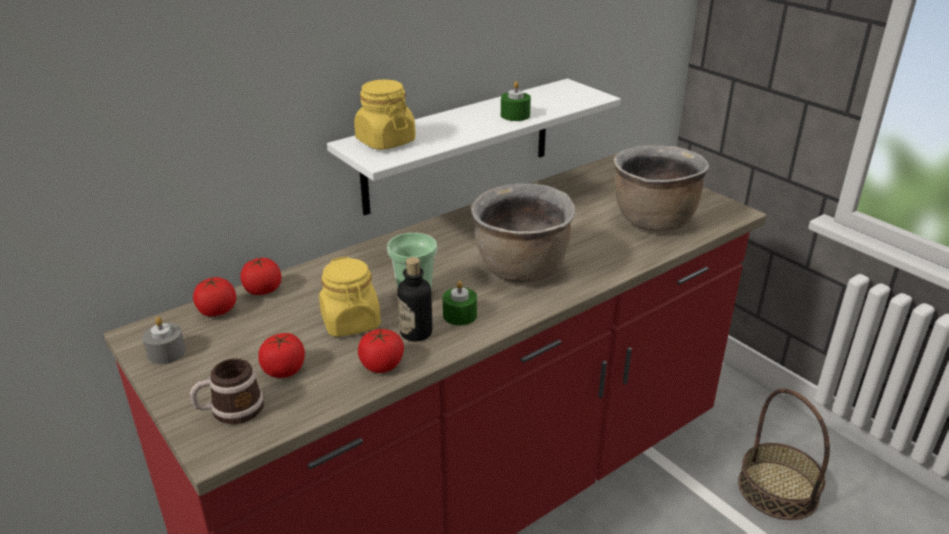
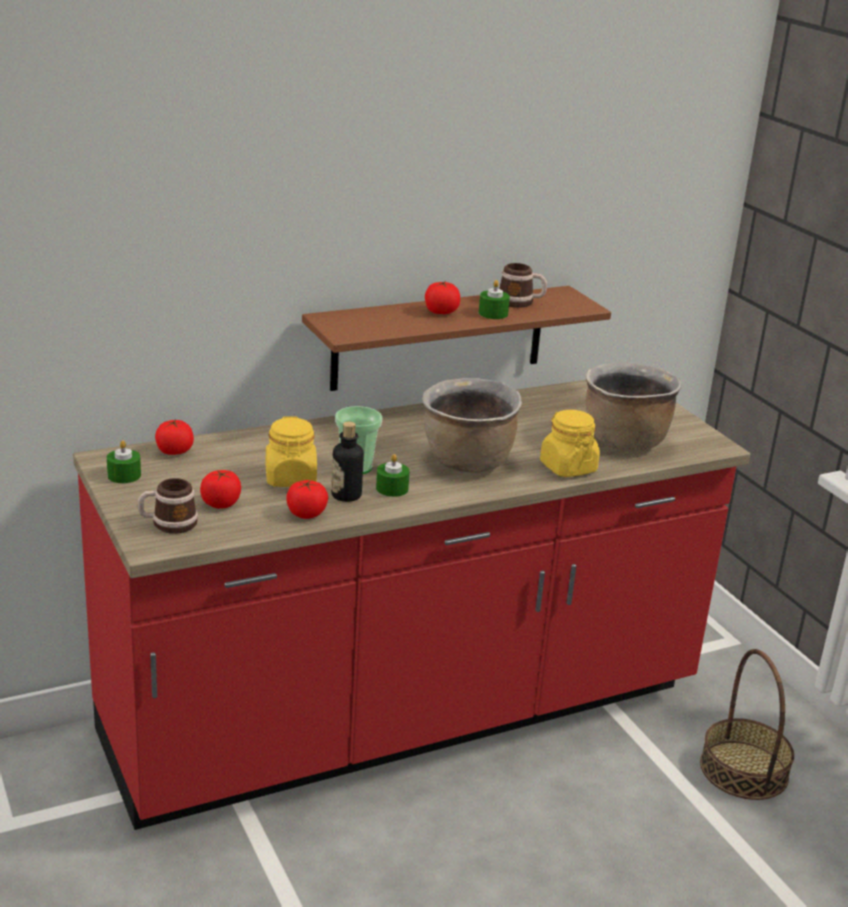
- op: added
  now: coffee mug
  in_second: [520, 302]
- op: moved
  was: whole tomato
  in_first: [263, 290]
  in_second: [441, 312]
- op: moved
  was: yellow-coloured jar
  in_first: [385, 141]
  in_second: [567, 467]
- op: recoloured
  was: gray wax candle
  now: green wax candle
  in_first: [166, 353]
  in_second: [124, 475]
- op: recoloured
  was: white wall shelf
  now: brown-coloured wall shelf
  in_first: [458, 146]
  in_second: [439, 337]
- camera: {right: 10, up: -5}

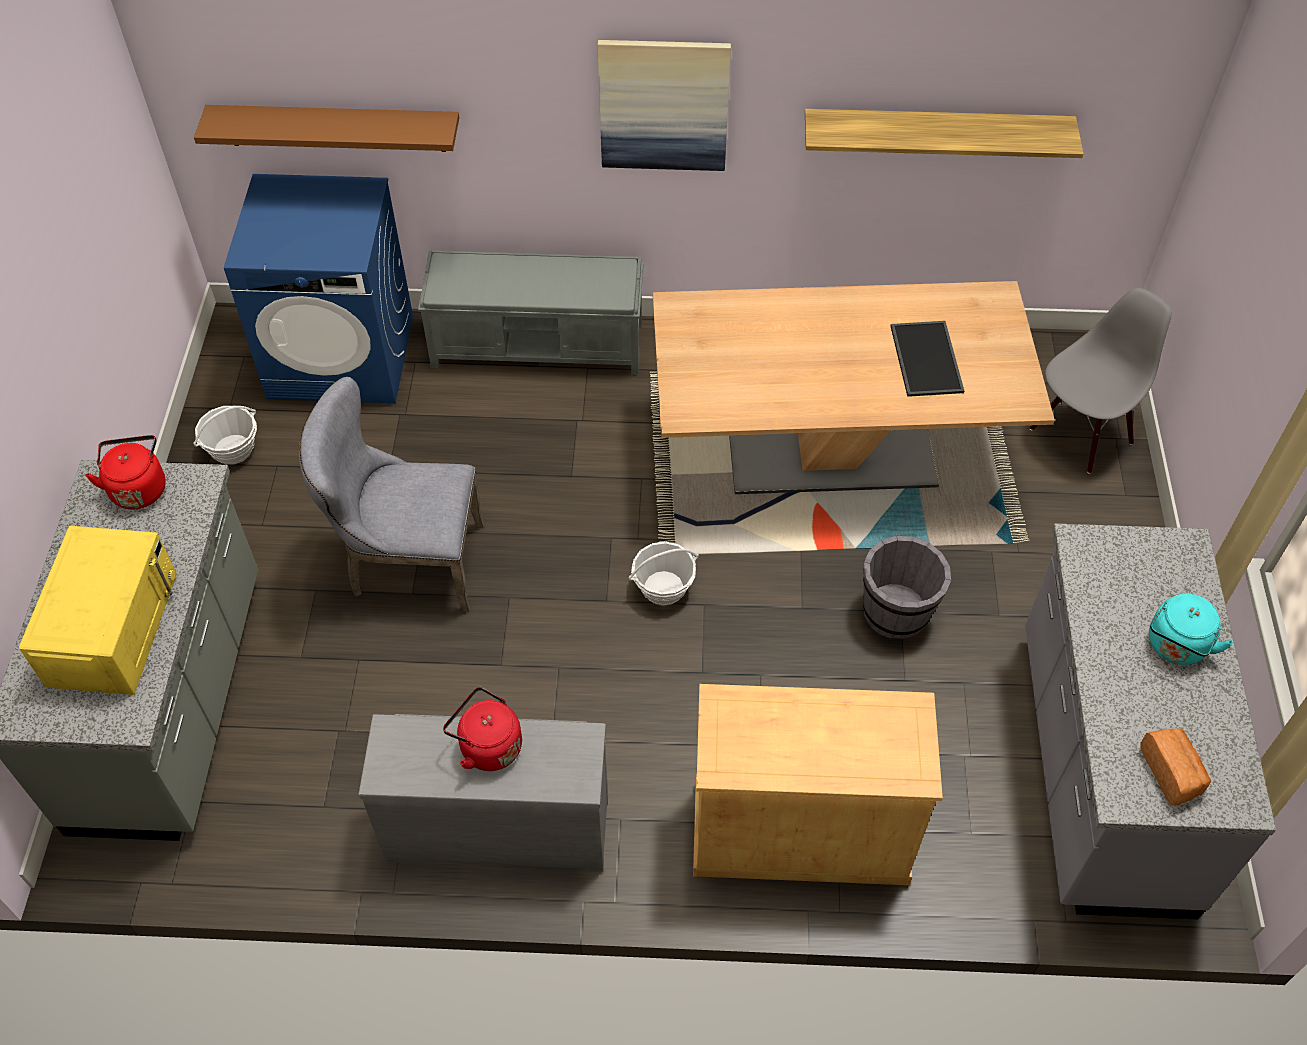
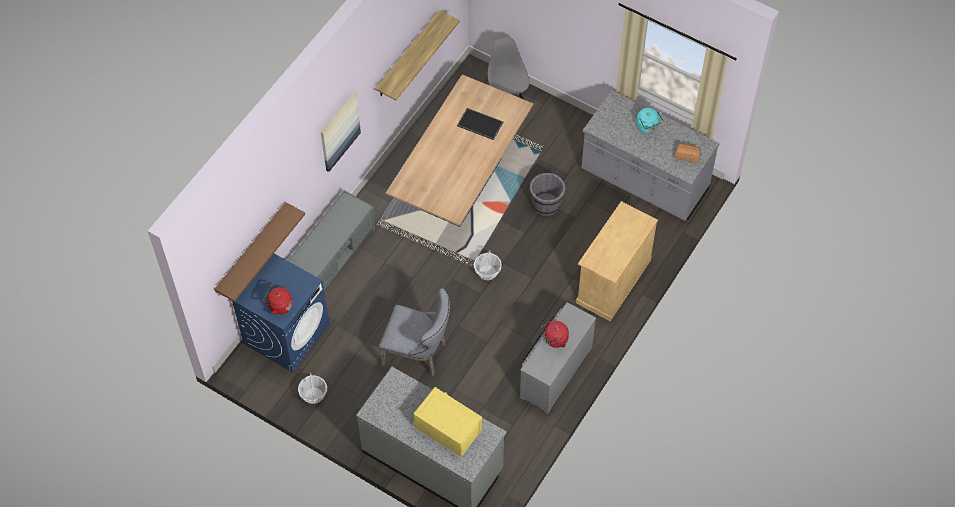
- op: moved
  was: red-coloured tea kettle
  in_first: [138, 488]
  in_second: [279, 305]
- op: turned
  was: gray plain chair
  in_first: [408, 563]
  in_second: [418, 353]
  clockwise: -105
- camera: {right: -60, up: 5}

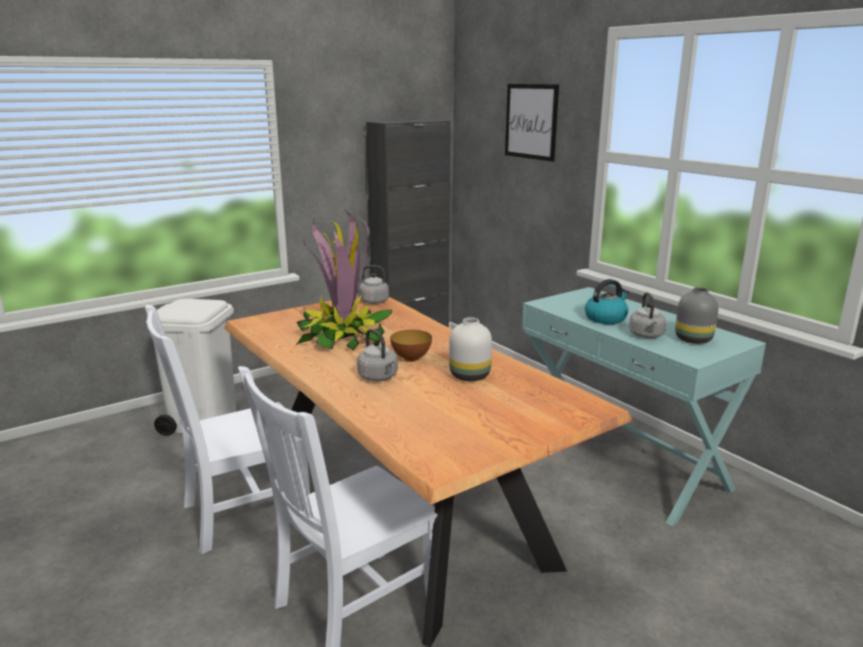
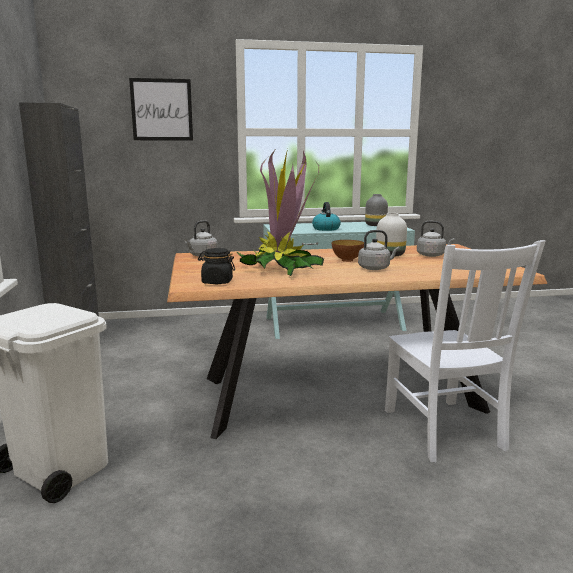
- op: removed
  was: white plain chair
  in_first: [241, 513]
- op: added
  now: black-coloured jar
  in_second: [217, 282]
- op: moved
  was: gray tea kettle
  in_first: [646, 336]
  in_second: [432, 255]
- camera: {right: -65, up: -5}

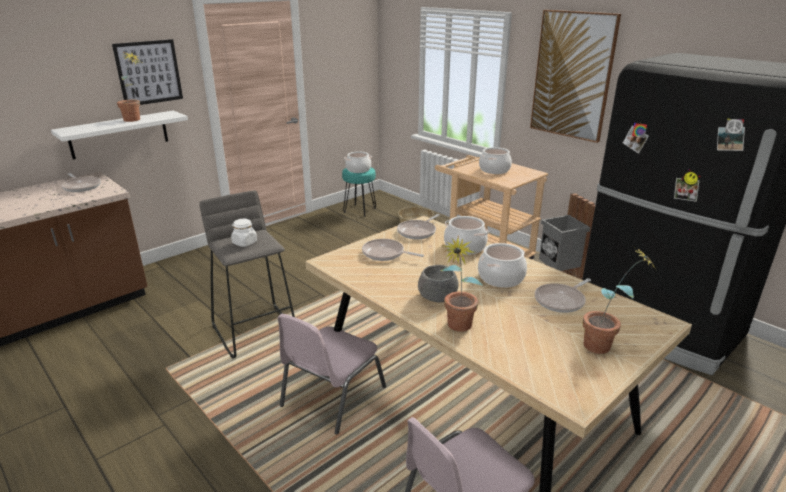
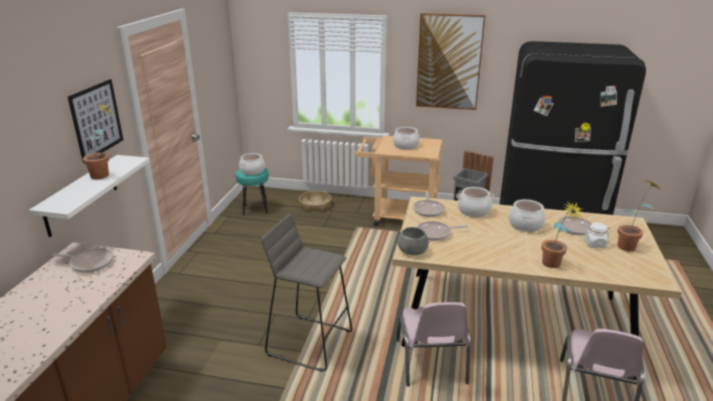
- op: moved
  was: white jar
  in_first: [244, 242]
  in_second: [594, 244]
- op: moved
  was: gray deep dish
  in_first: [437, 296]
  in_second: [412, 250]
- camera: {right: -35, up: 0}

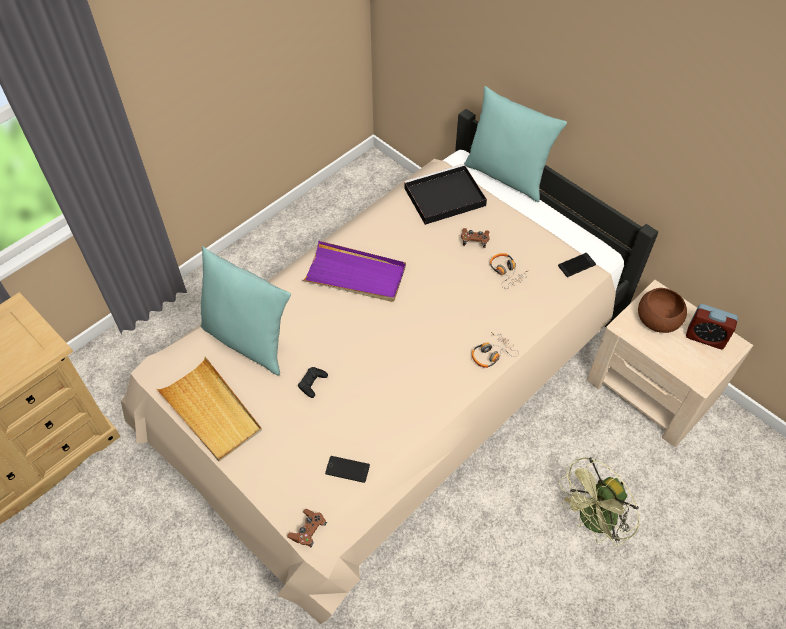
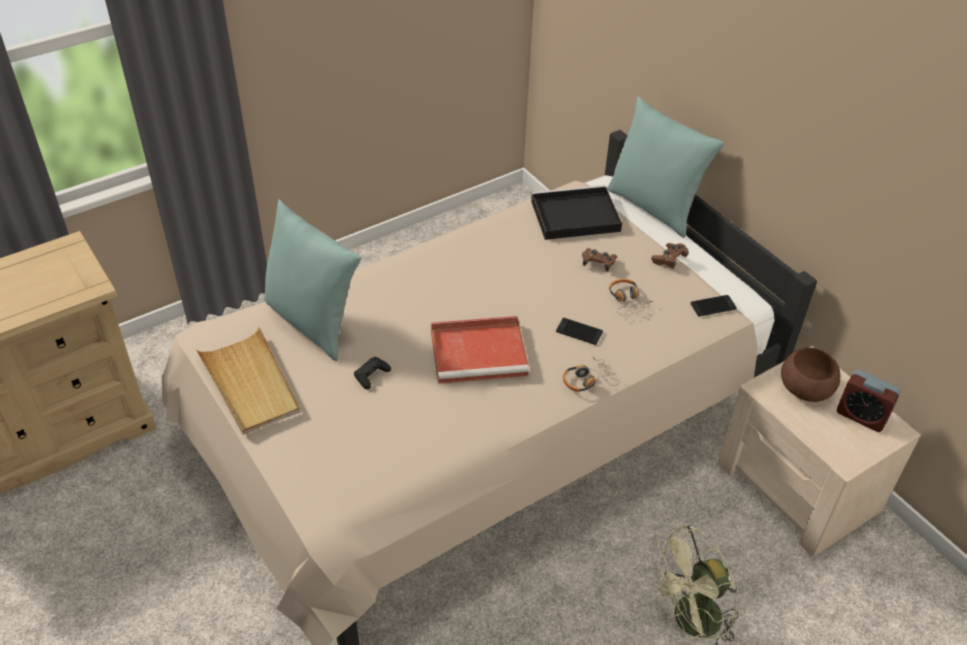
- op: removed
  was: purple tray
  in_first: [355, 275]
- op: added
  now: red-coloured tray
  in_second: [480, 352]
- op: moved
  was: brown-coloured game controller
  in_first: [308, 531]
  in_second: [669, 260]
- op: moved
  was: handset
  in_first: [347, 469]
  in_second: [579, 332]
- camera: {right: 10, up: -10}

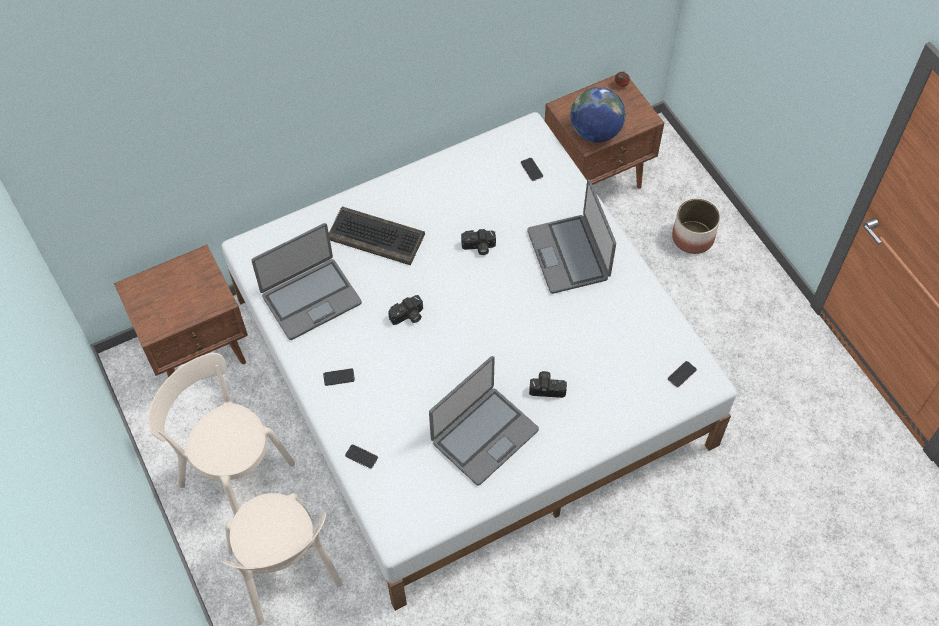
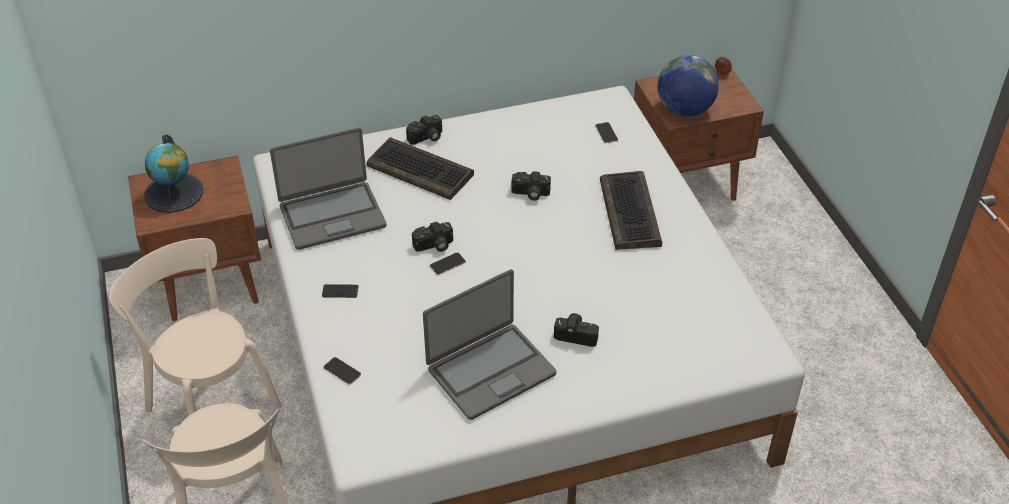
- op: removed
  was: plant pot
  in_first: [692, 237]
- op: added
  now: world globe
  in_second: [174, 193]
- op: added
  now: photo camera
  in_second: [426, 138]
- op: moved
  was: handset
  in_first: [681, 374]
  in_second: [447, 264]
- op: replaced
  was: laptop
  now: keyboard
  in_first: [569, 254]
  in_second: [631, 213]
- camera: {right: 10, up: -15}

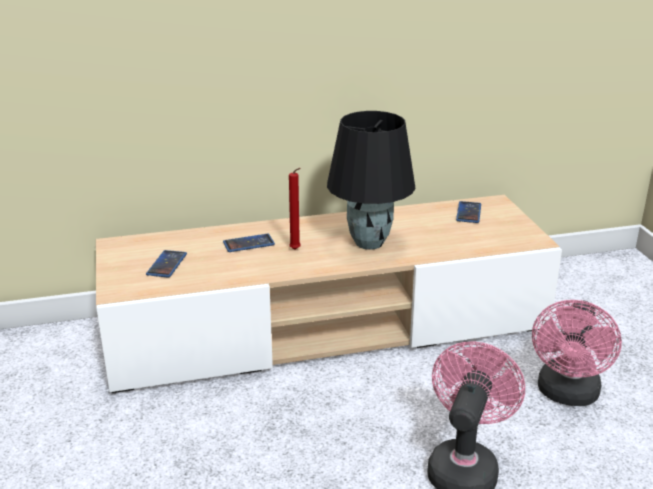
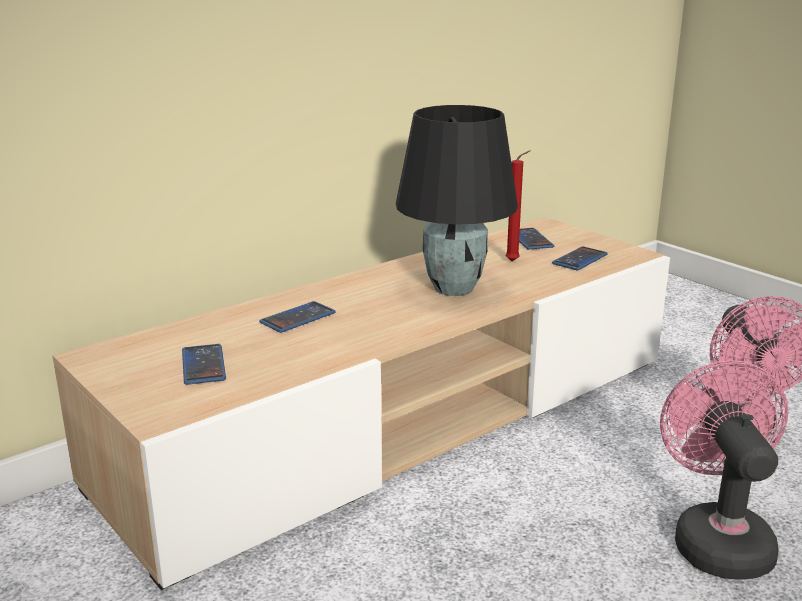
- op: added
  now: handset
  in_second: [579, 259]
- op: moved
  was: red-coloured wax candle
  in_first: [296, 250]
  in_second: [514, 262]
- camera: {right: -25, up: -5}

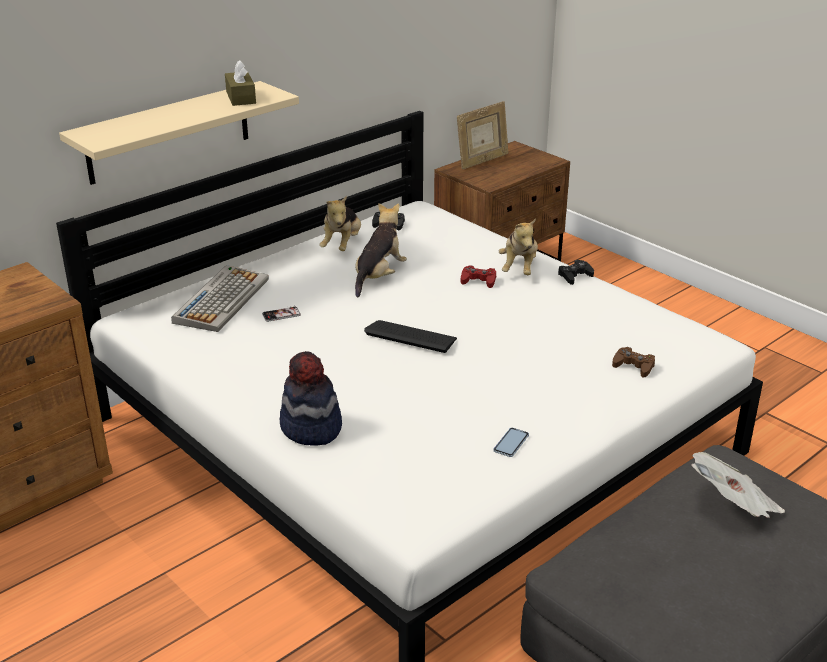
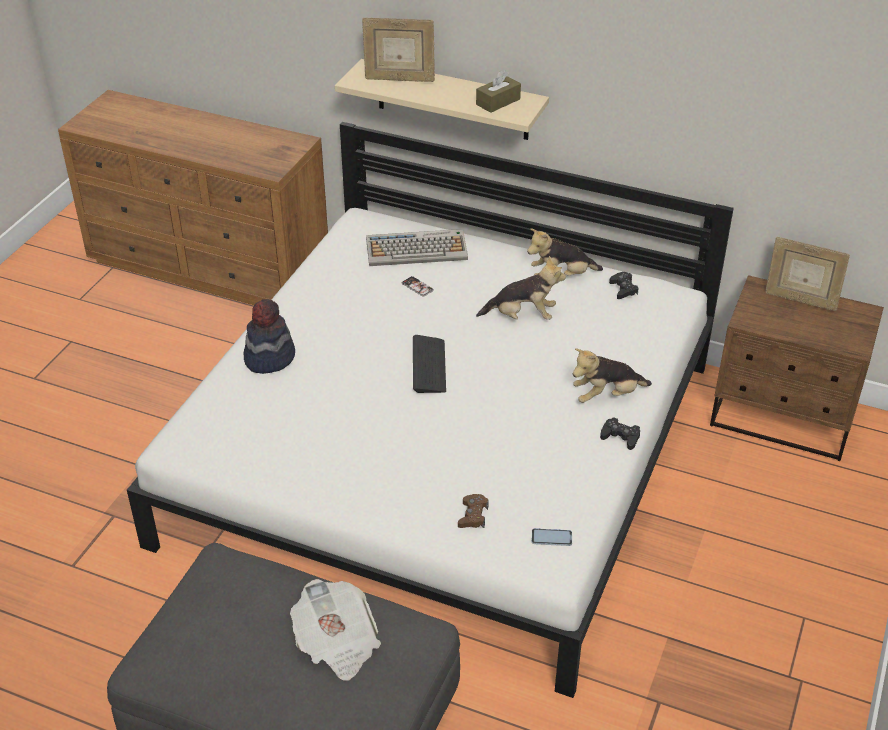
- op: removed
  was: red-coloured game controller
  in_first: [478, 281]
- op: added
  now: picture frame
  in_second: [399, 79]
- op: moved
  was: handset
  in_first: [511, 443]
  in_second: [551, 538]
- camera: {right: 65, up: 10}

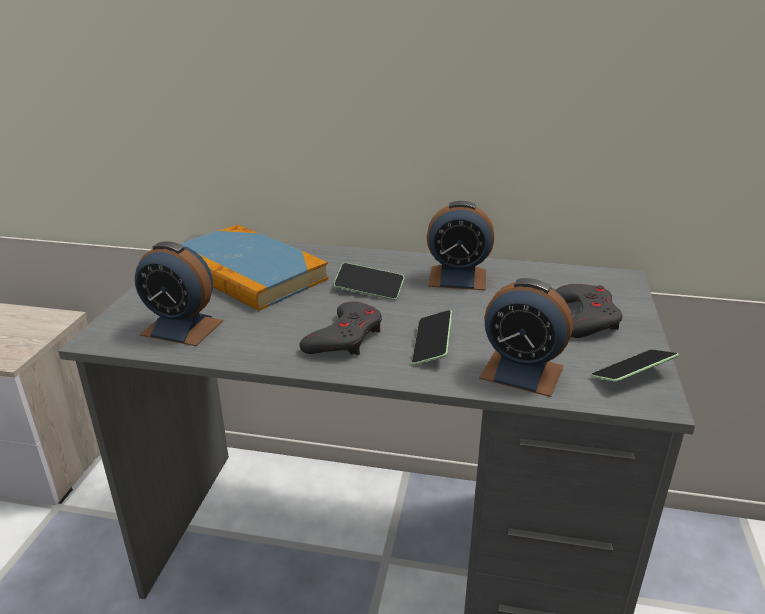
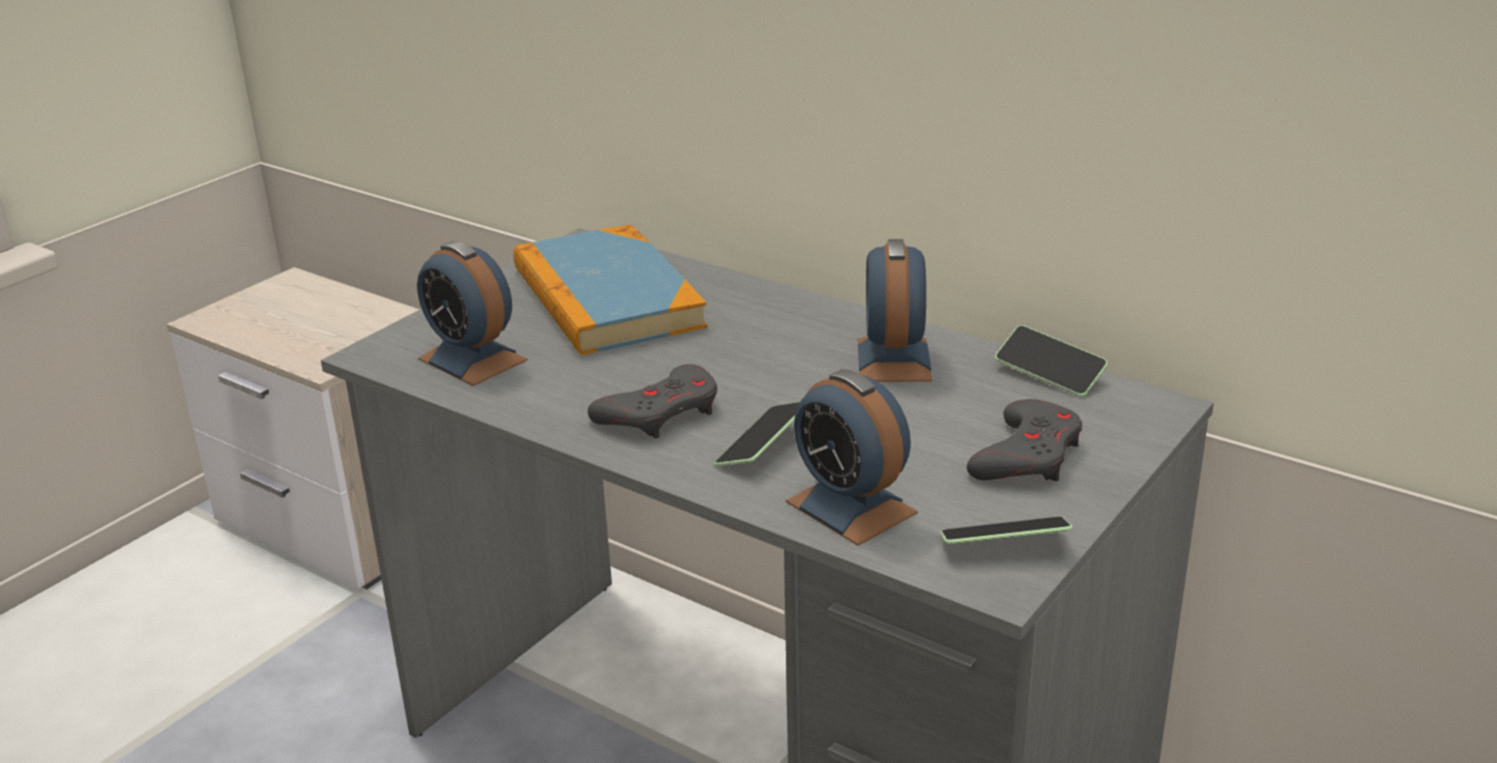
- op: moved
  was: handset
  in_first: [369, 290]
  in_second: [1049, 374]
- op: turned
  was: table clock
  in_first: [457, 278]
  in_second: [893, 360]
  clockwise: 60
- camera: {right: 25, up: 0}

